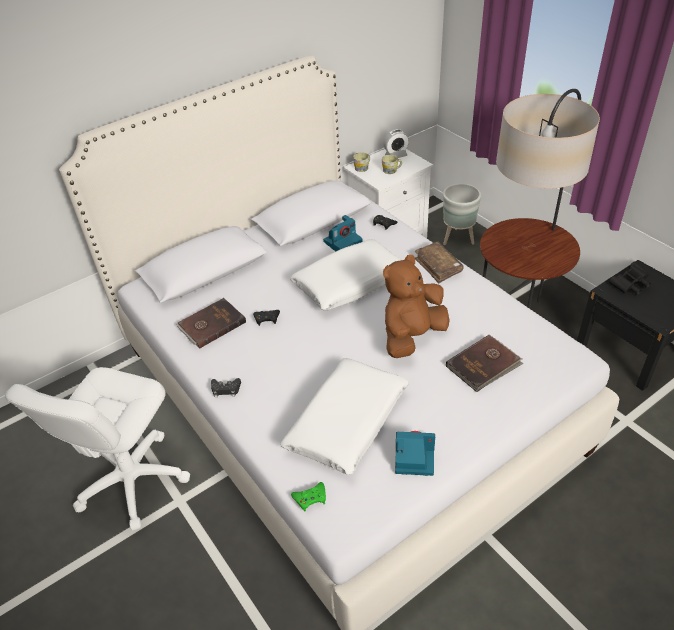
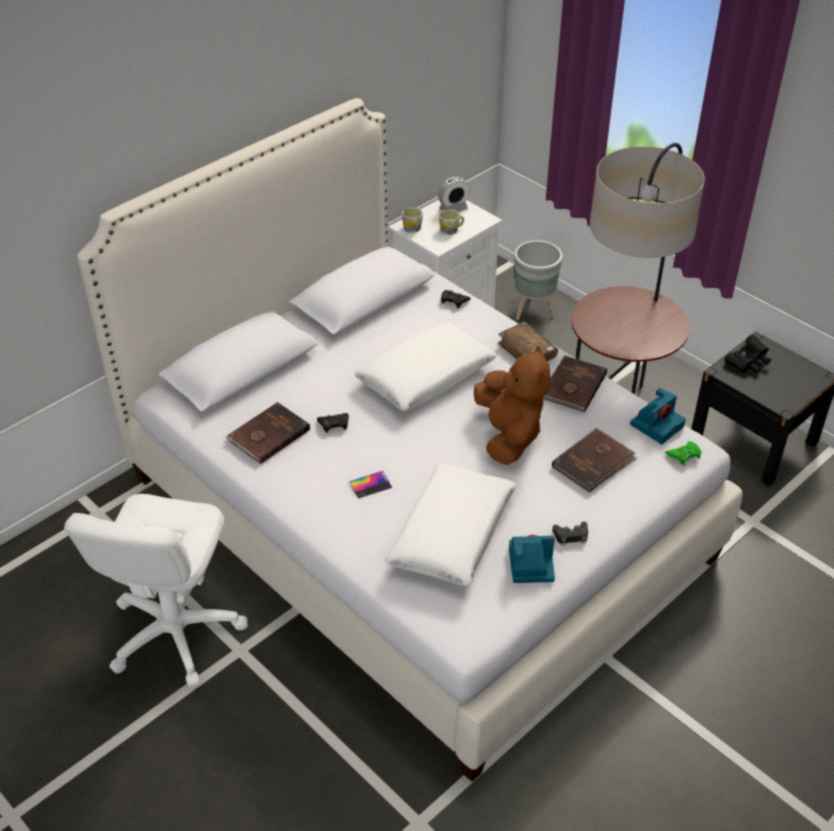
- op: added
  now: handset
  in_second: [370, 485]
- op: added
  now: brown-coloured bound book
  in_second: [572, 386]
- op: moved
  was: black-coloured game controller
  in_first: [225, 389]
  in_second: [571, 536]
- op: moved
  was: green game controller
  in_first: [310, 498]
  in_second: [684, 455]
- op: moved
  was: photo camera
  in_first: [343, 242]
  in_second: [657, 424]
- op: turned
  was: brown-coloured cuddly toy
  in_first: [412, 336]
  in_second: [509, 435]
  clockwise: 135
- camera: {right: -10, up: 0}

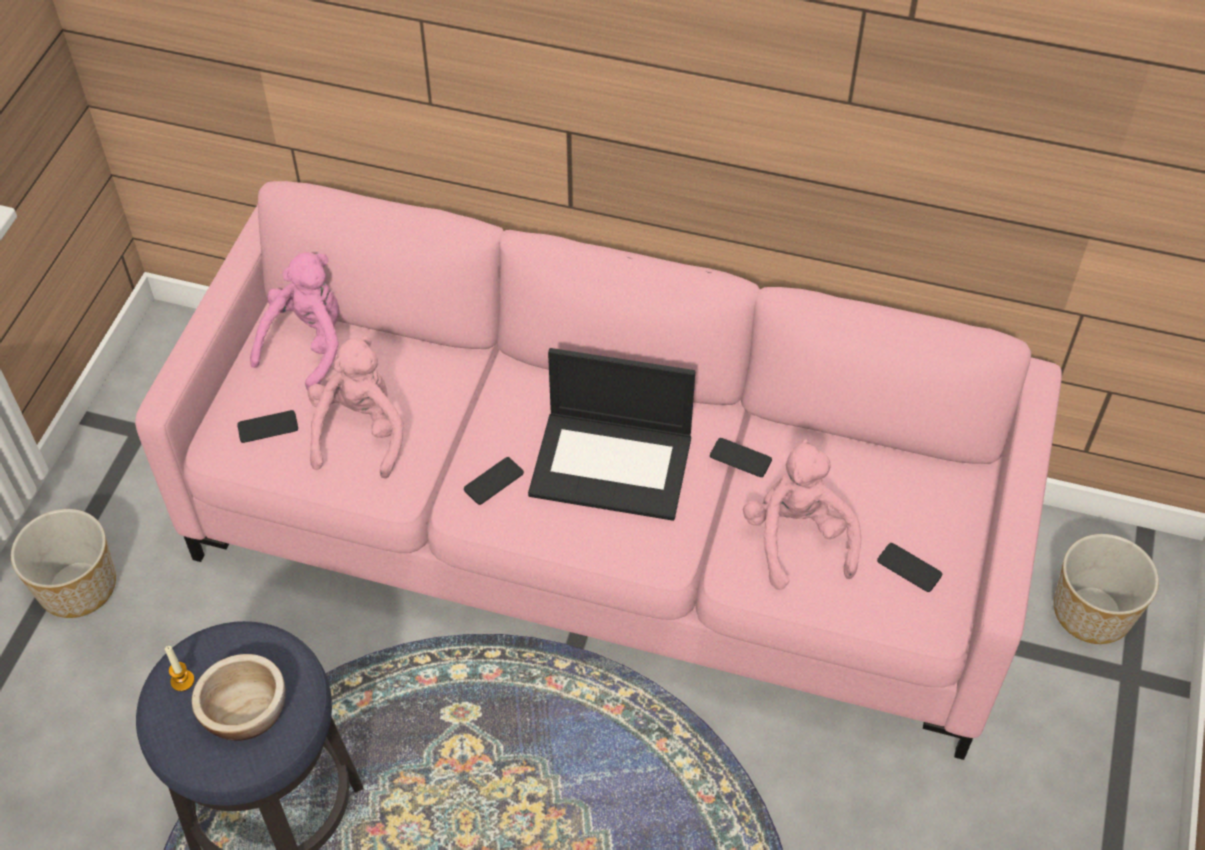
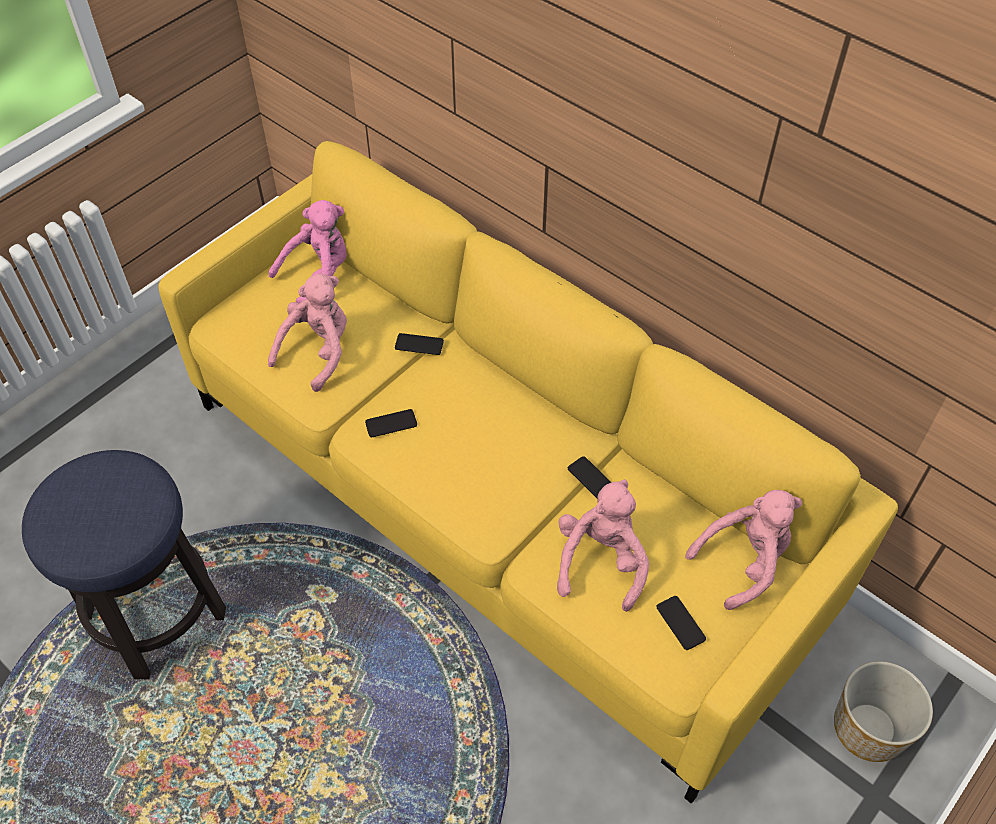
- op: removed
  was: plant pot
  in_first: [78, 585]
- op: removed
  was: wax candle
  in_first: [182, 681]
- op: removed
  was: deep dish
  in_first: [245, 711]
- op: removed
  was: laptop
  in_first: [613, 464]
- op: added
  now: pink cuddly toy
  in_second: [743, 560]
- op: moved
  was: handset
  in_first: [268, 427]
  in_second: [419, 344]
- op: recoloured
  was: pink sofa
  now: yellow-coloured sofa
  in_first: [602, 537]
  in_second: [498, 504]
- camera: {right: 25, up: 0}

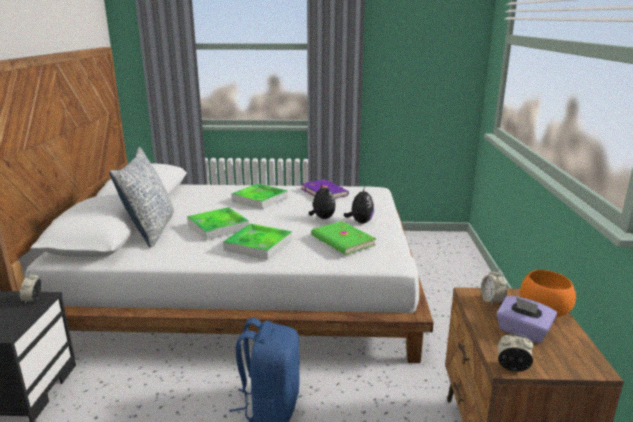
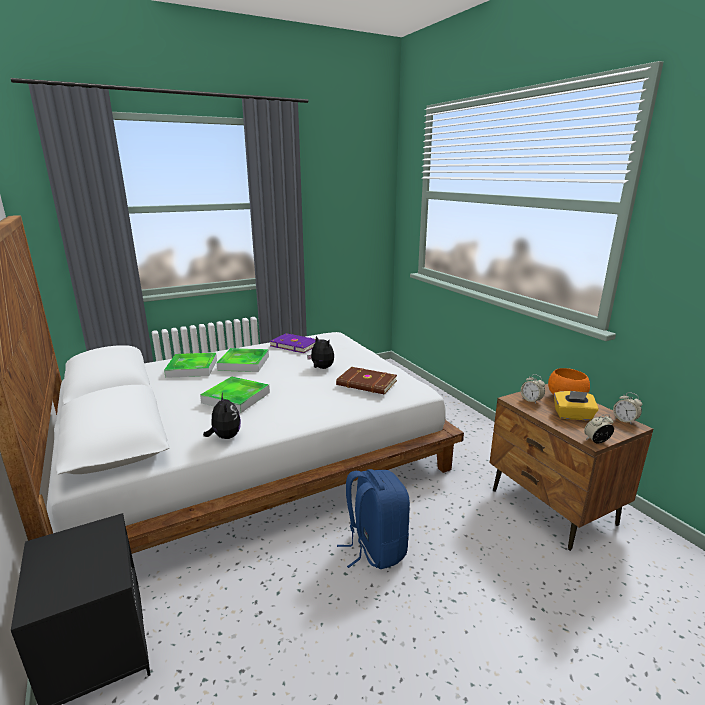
- op: removed
  was: pillow
  in_first: [150, 230]
- op: moved
  was: table clock
  in_first: [33, 300]
  in_second: [624, 420]
- op: moved
  was: tray
  in_first: [258, 245]
  in_second: [192, 368]
- op: moved
  was: cuddly toy
  in_first: [360, 222]
  in_second: [225, 437]
- op: recoloured
  was: green bound book
  now: brown-coloured bound book
  in_first: [342, 241]
  in_second: [366, 383]
- op: recoloured
  was: purple tissue holder
  now: yellow-coloured tissue holder
  in_first: [522, 332]
  in_second: [573, 416]
- camera: {right: -30, up: 0}

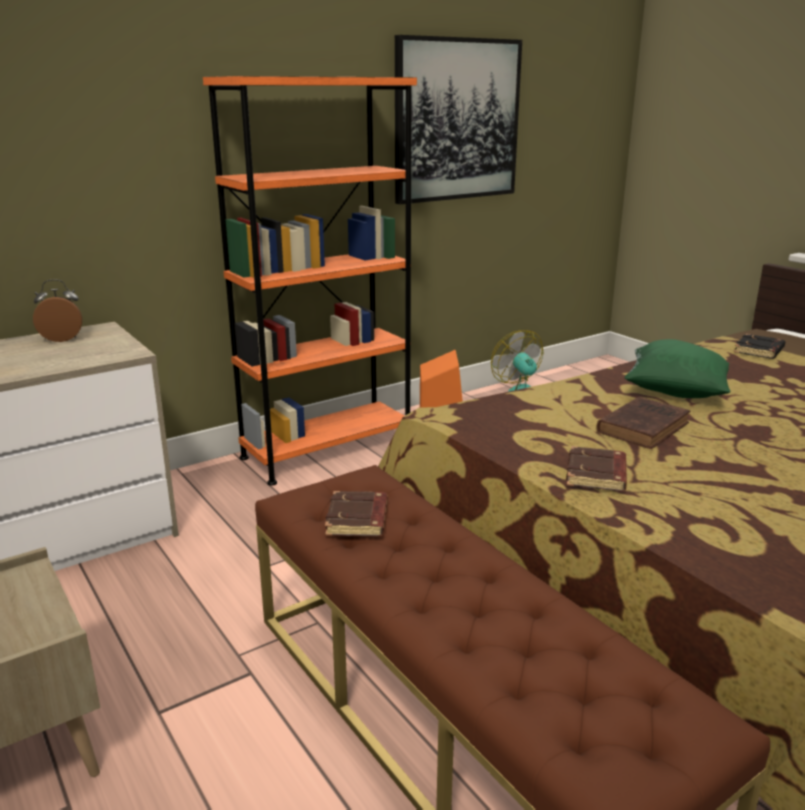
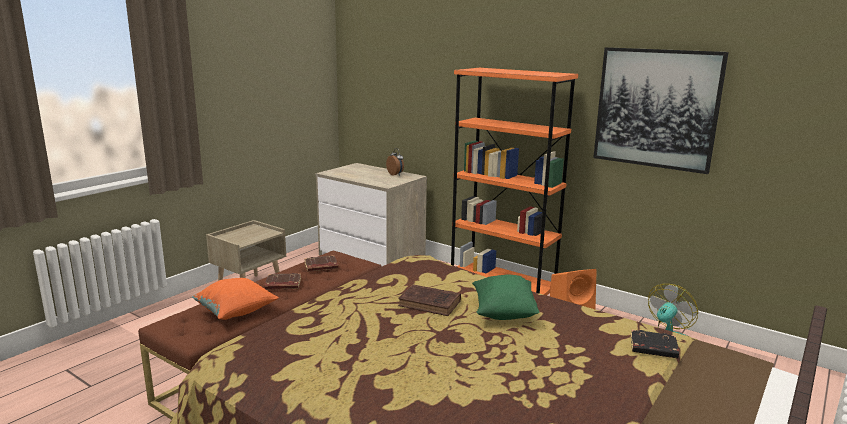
- op: added
  now: orange pillow
  in_second: [235, 313]
- op: moved
  was: brown-coloured bound book
  in_first: [597, 475]
  in_second: [282, 285]
- camera: {right: 70, up: -5}

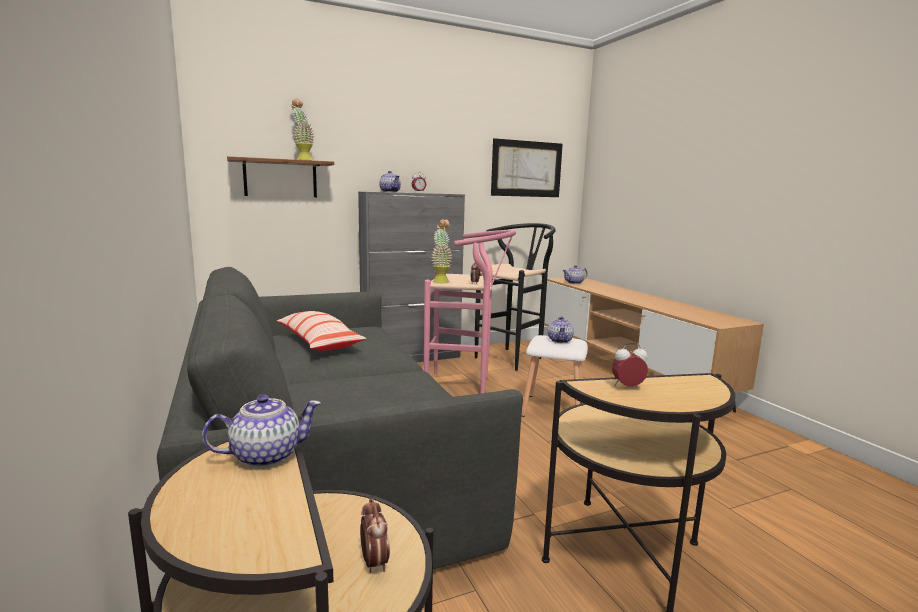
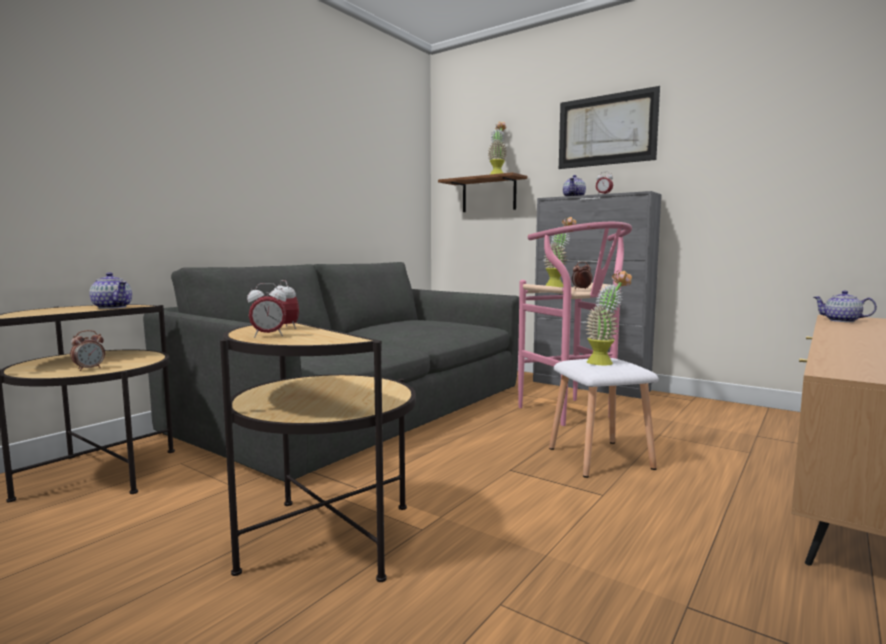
- op: removed
  was: pillow
  in_first: [319, 342]
- op: removed
  was: black-coloured stool
  in_first: [513, 357]
- op: added
  now: table clock
  in_second: [268, 336]
- op: moved
  was: wall art
  in_first: [526, 169]
  in_second: [606, 130]
- op: replaced
  was: teapot
  now: plant in a pot
  in_first: [560, 340]
  in_second: [605, 362]
- camera: {right: 60, up: -5}

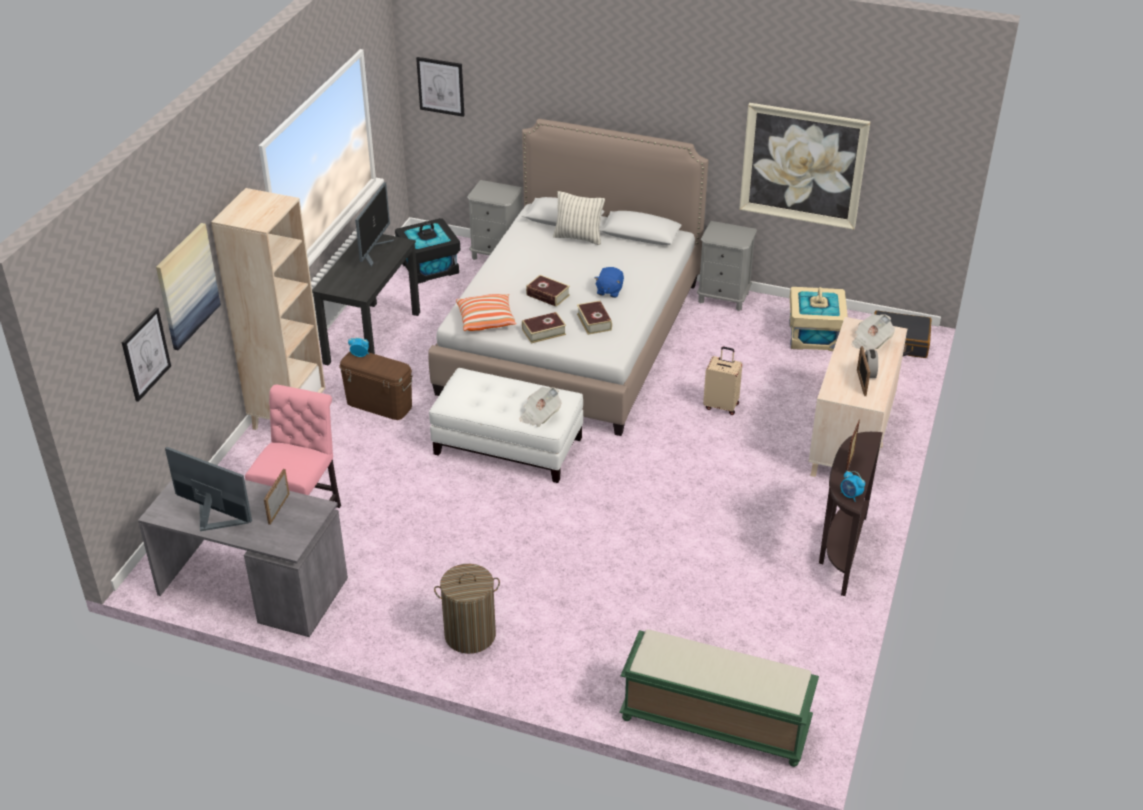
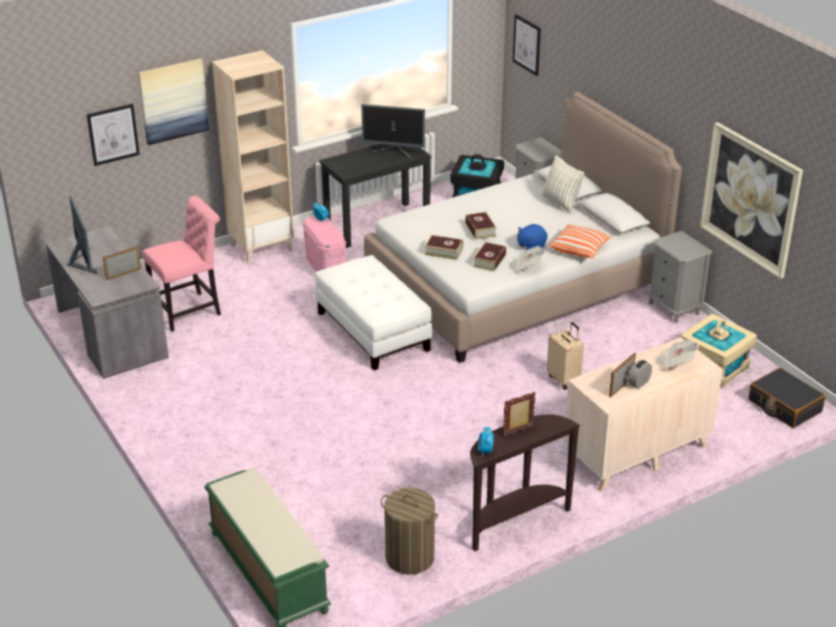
- op: moved
  was: washing basket
  in_first: [470, 635]
  in_second: [409, 557]
- op: moved
  was: pillow
  in_first: [486, 320]
  in_second: [579, 249]
- op: moved
  was: daily paper
  in_first: [539, 415]
  in_second: [525, 267]
- op: recoloured
  was: brown-coloured storage bin
  now: pink storage bin
  in_first: [379, 404]
  in_second: [325, 267]
- op: turned
  was: monitor
  in_first: [373, 250]
  in_second: [393, 151]
  clockwise: 45
- camera: {right: 40, up: -5}

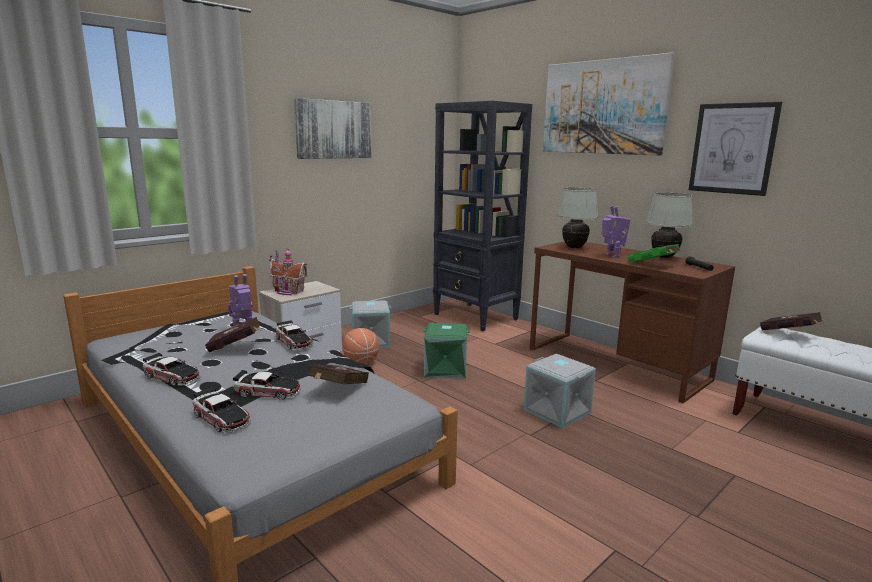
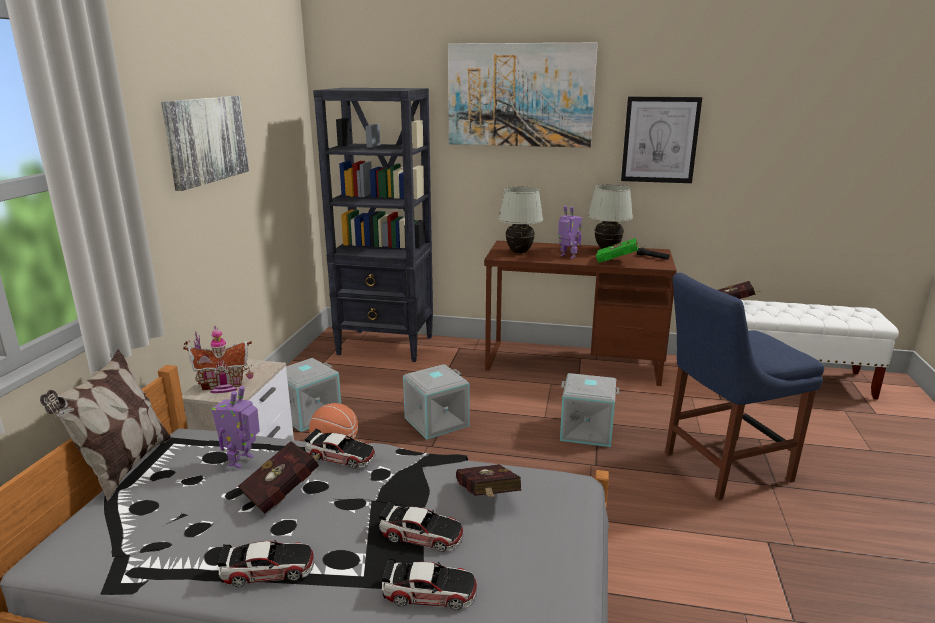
- op: added
  now: pillow
  in_second: [123, 467]
- op: added
  now: bluish plain chair
  in_second: [721, 467]
- op: recoloured
  was: green storage bin
  now: gray storage bin
  in_first: [445, 369]
  in_second: [436, 422]
- op: turned
  was: model car
  in_first: [268, 392]
  in_second: [422, 534]
  clockwise: 45
- camera: {right: -35, up: 5}

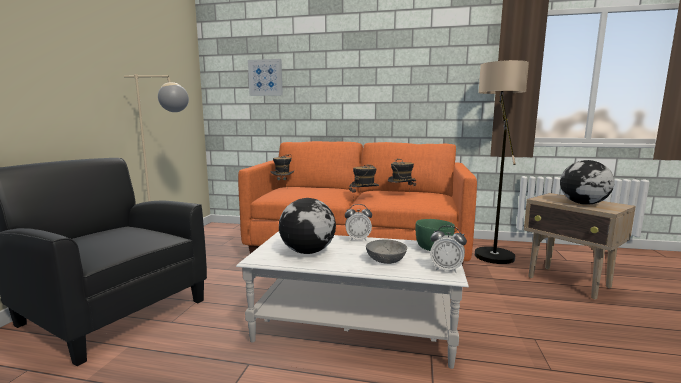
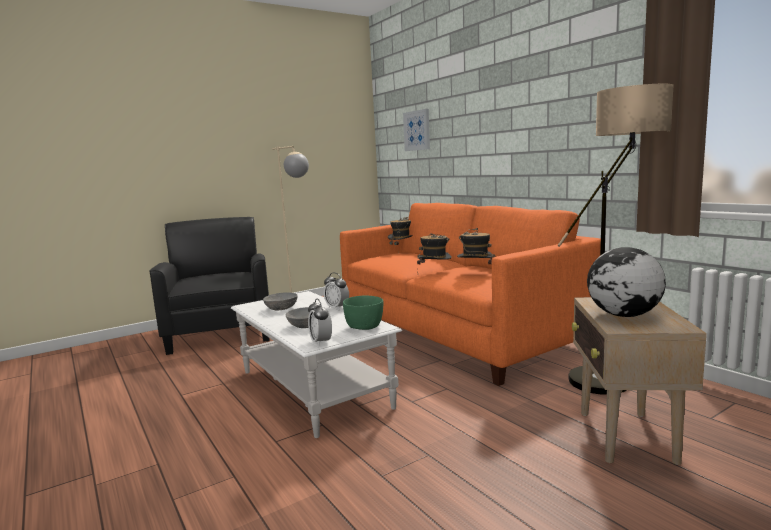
- op: replaced
  was: world globe
  now: gray deep dish
  in_first: [308, 252]
  in_second: [282, 308]
- camera: {right: 45, up: 0}

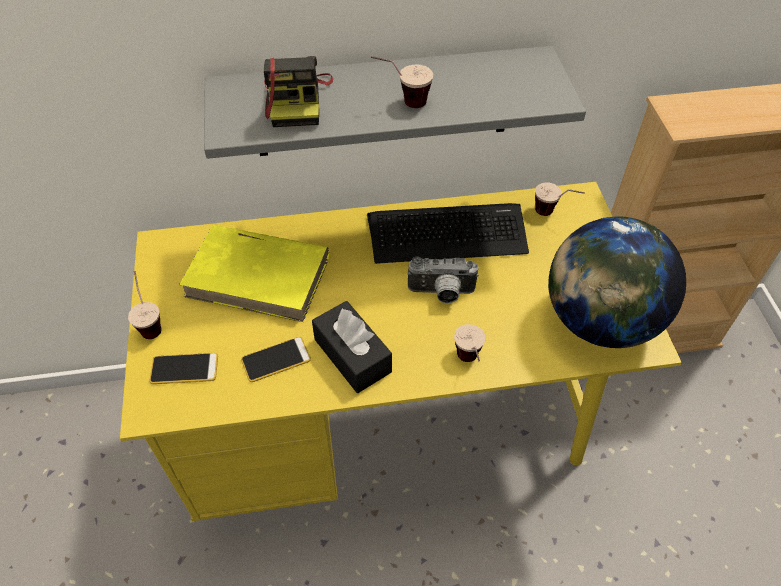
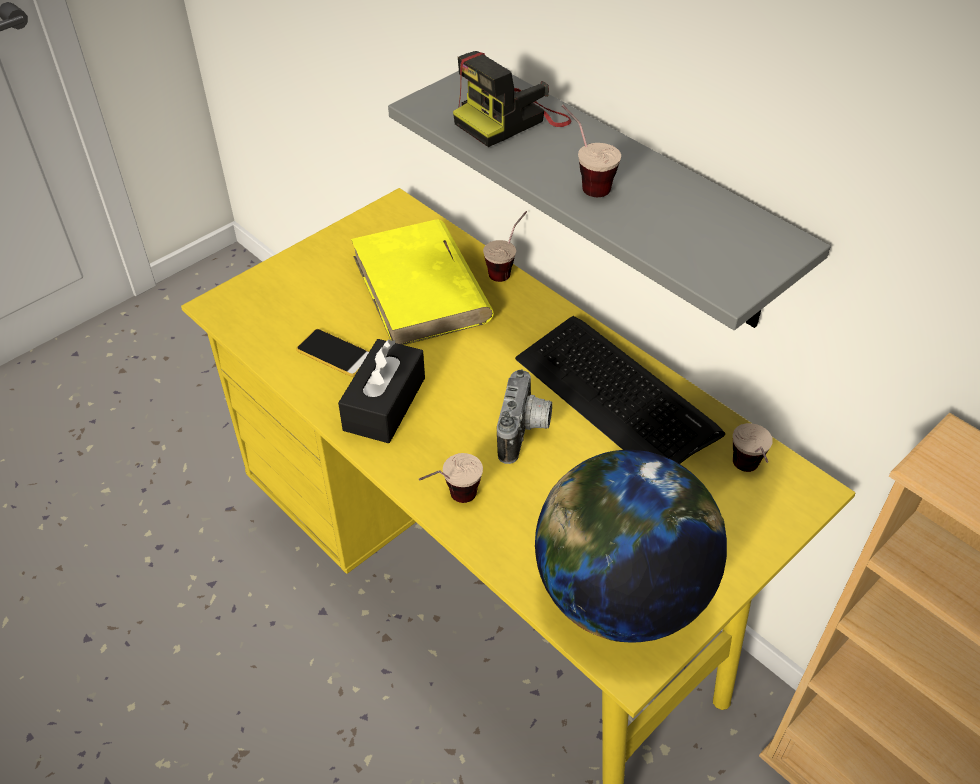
- op: removed
  was: handset
  in_first: [184, 369]
- op: moved
  was: small cup
  in_first: [150, 322]
  in_second: [507, 268]
- op: turned
  was: photo camera
  in_first: [441, 294]
  in_second: [525, 432]
  clockwise: -135
- camera: {right: 55, up: -5}

